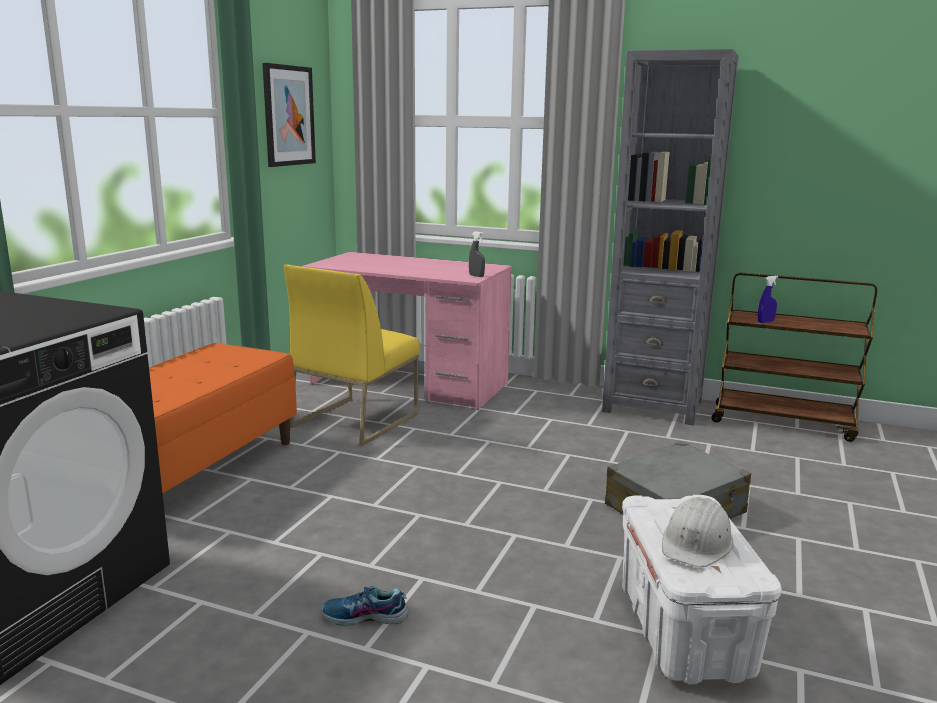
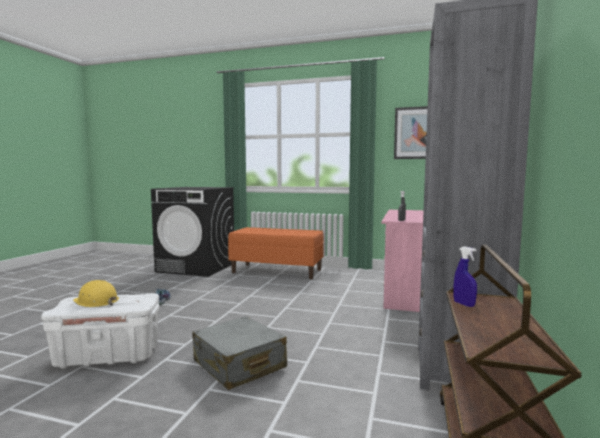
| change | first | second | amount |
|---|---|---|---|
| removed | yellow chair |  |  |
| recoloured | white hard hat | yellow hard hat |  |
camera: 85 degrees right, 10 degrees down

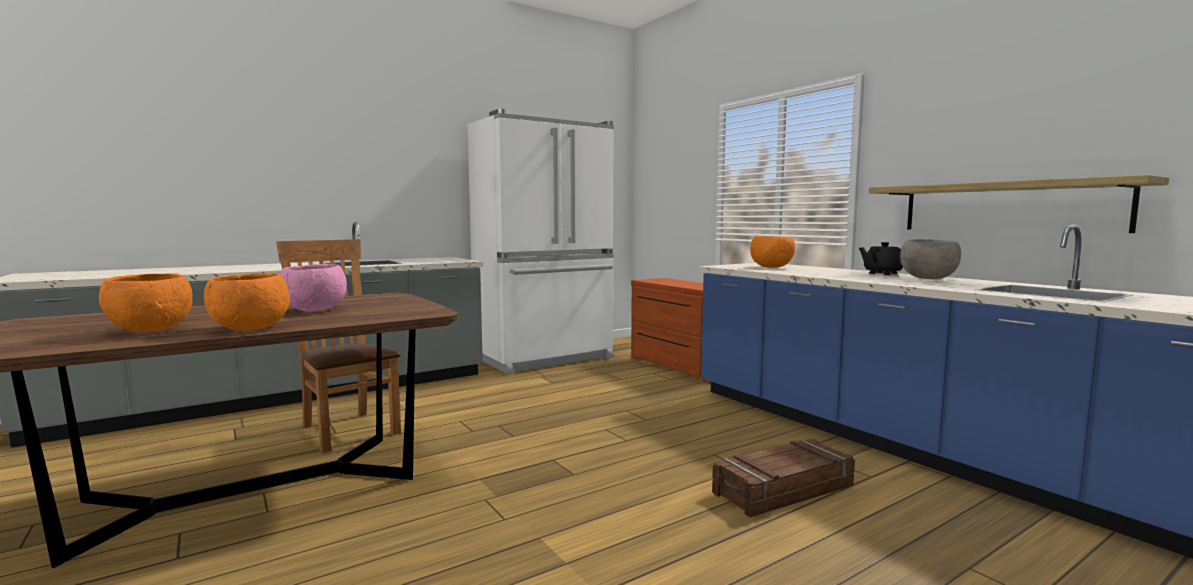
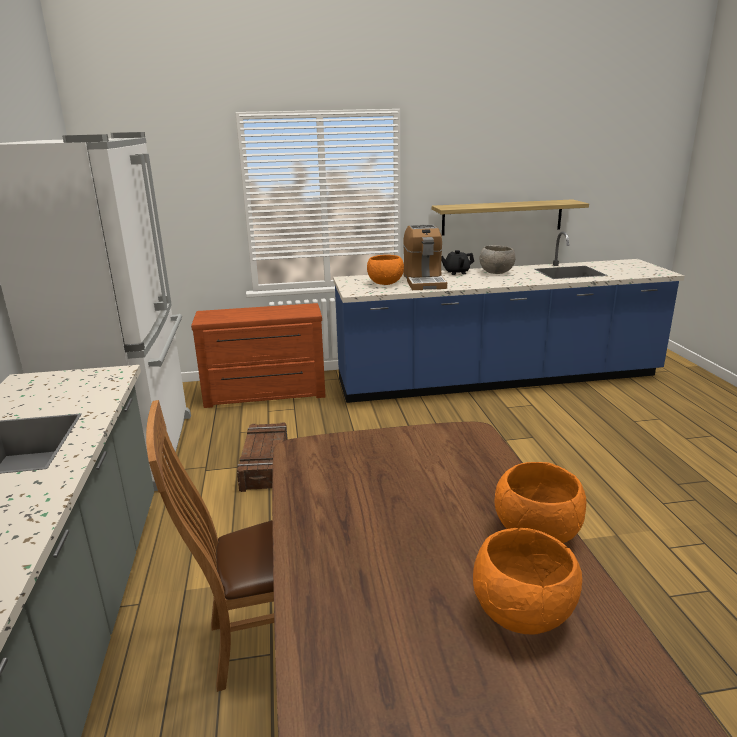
| change | first | second | amount |
|---|---|---|---|
| removed | pink bowl |  |  |
| moved | crate |  |  |
| added |  | coffee machine |  |
camera: 65 degrees left, 15 degrees up

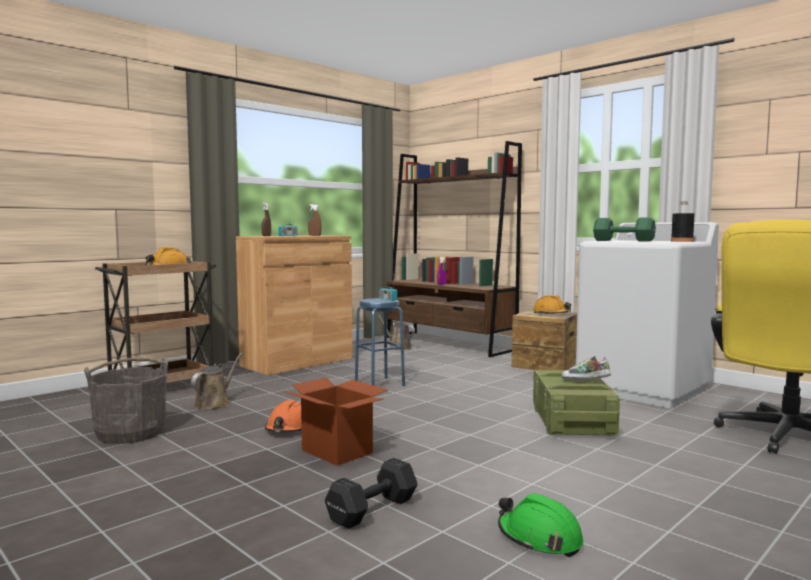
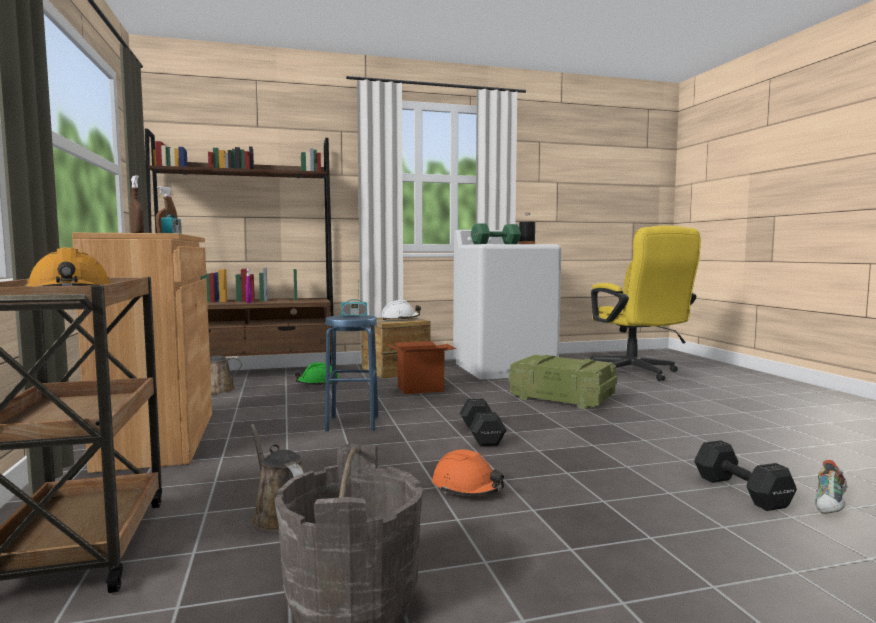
| change | first | second | amount |
|---|---|---|---|
| recoloured | orange hard hat (3rd from left) | white hard hat |  |
| moved | shoe |  |  |
| moved | cardboard box |  |  |
| moved | green hard hat |  |  |
| added |  | black dumbbell (1st from left) |  |
camera: 60 degrees left, 0 degrees up

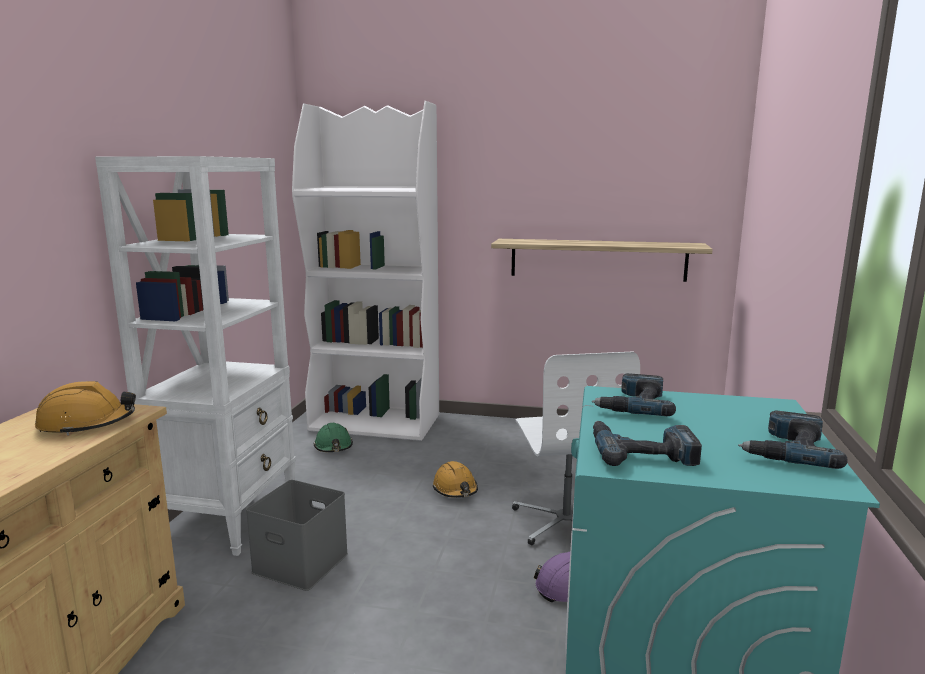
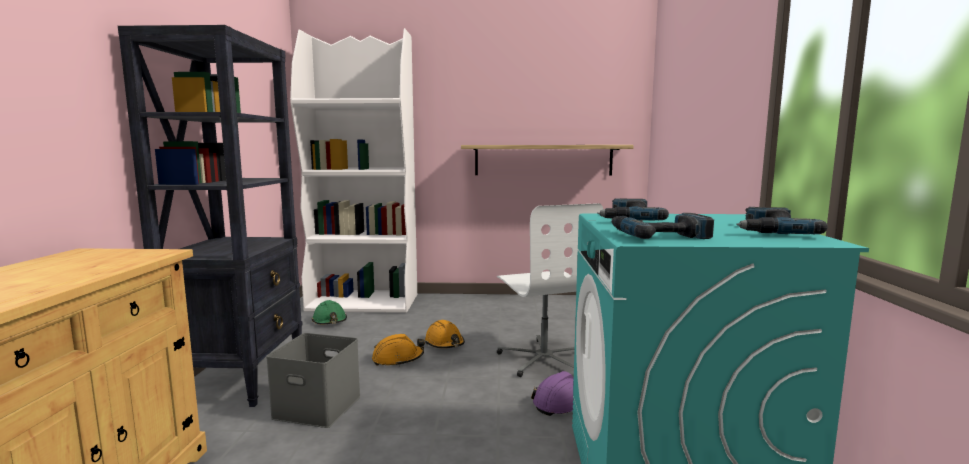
| change | first | second | amount |
|---|---|---|---|
| recoloured | white bookcase (1st from left) | black bookcase |  |
| moved | orange hard hat (1st from left) |  |  |
camera: 10 degrees left, 5 degrees down

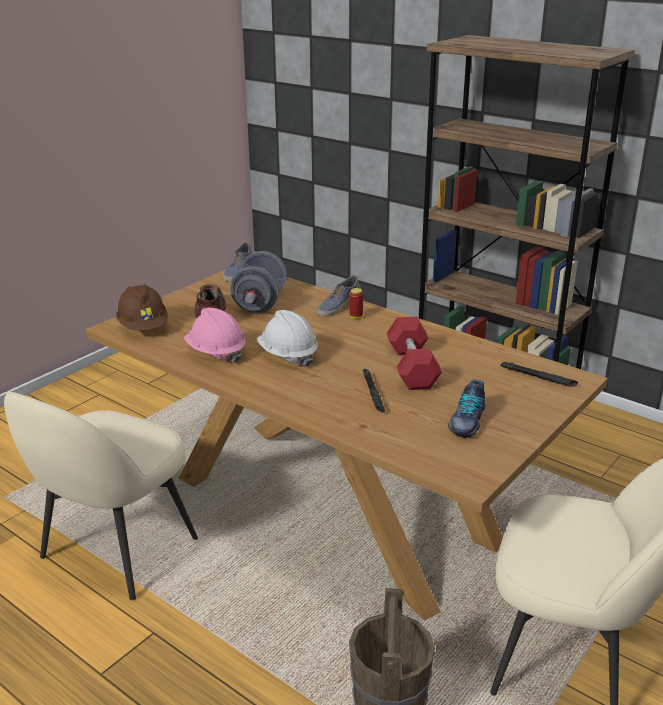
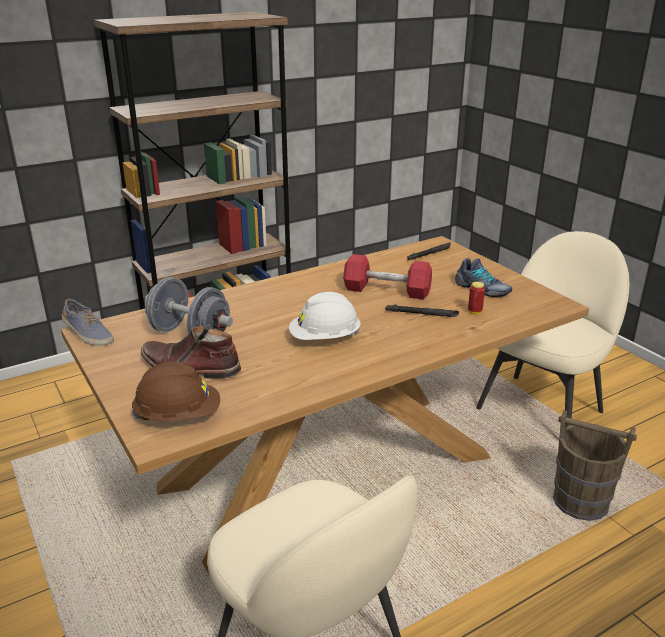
| change | first | second | amount |
|---|---|---|---|
| removed | shoe (2nd from left) |  |  |
| moved | can |  |  |
| removed | pink hard hat |  |  |
camera: 70 degrees left, 0 degrees up

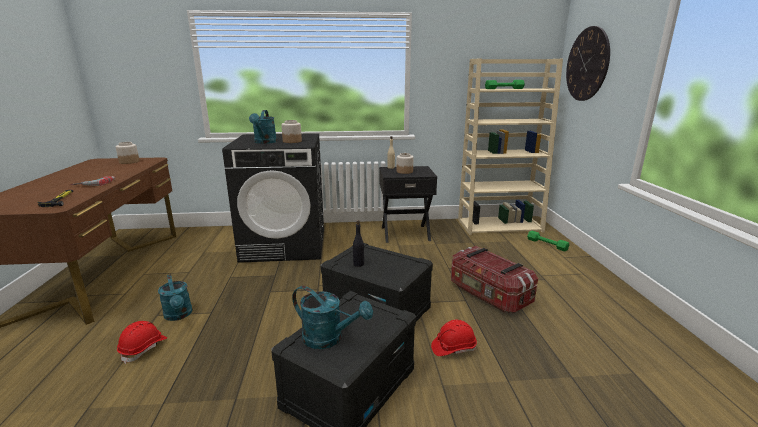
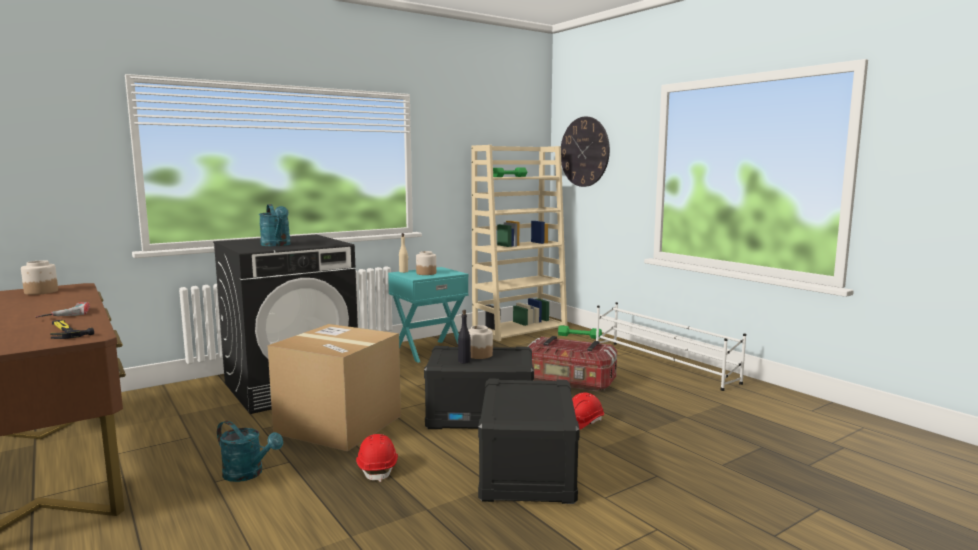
| change | first | second | amount |
|---|---|---|---|
| moved | jar (2nd from left in the first image) | jar (3rd from left) |  |
| recoloured | black nightstand | turquoise nightstand |  |
| removed | turquoise watering can (3rd from left) |  |  |
| moved | red hard hat (1st from left) |  |  |
| added |  | white shoe rack |  |
| added |  | cardboard box |  |
camera: 30 degrees left, 10 degrees down

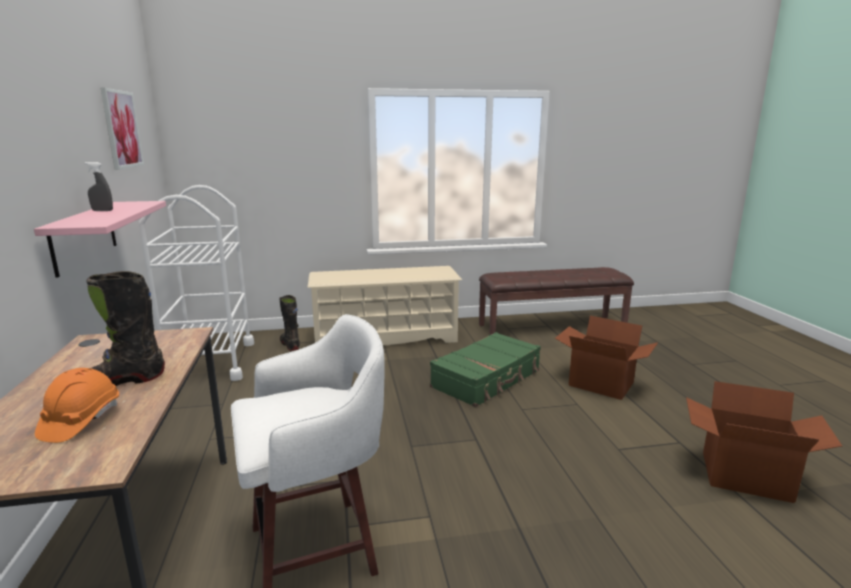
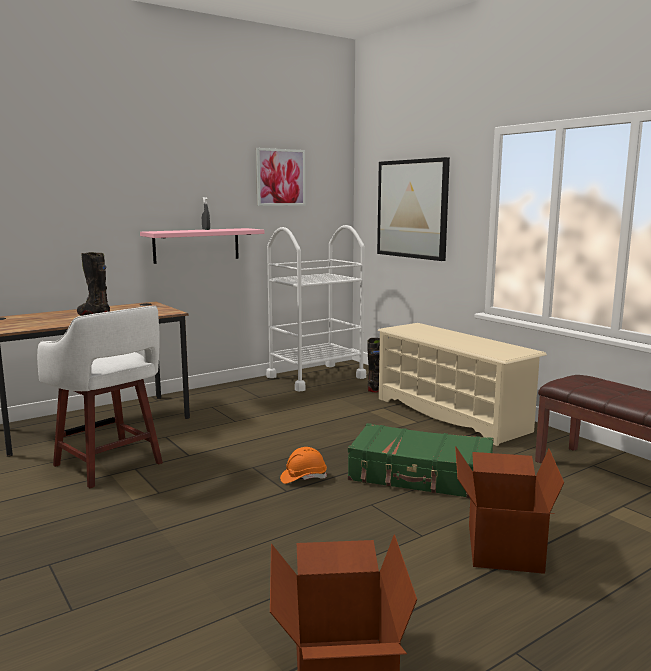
| change | first | second | amount |
|---|---|---|---|
| moved | orange hard hat |  |  |
| added |  | picture (2nd from left) |  |
camera: 65 degrees right, 5 degrees down

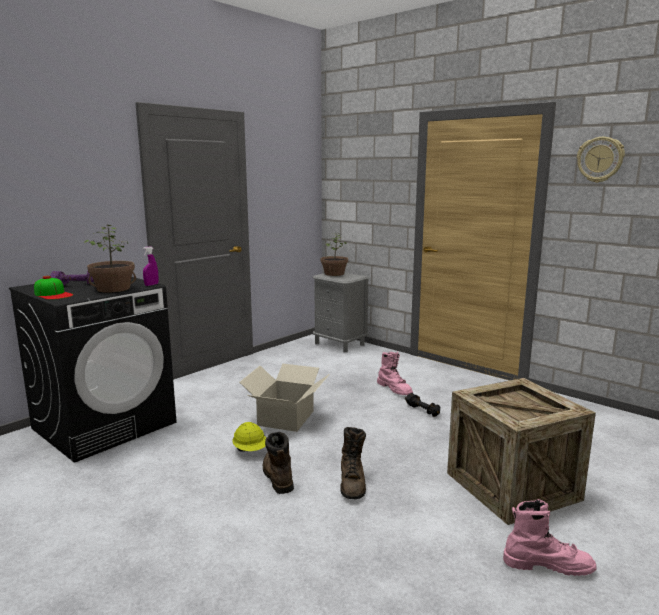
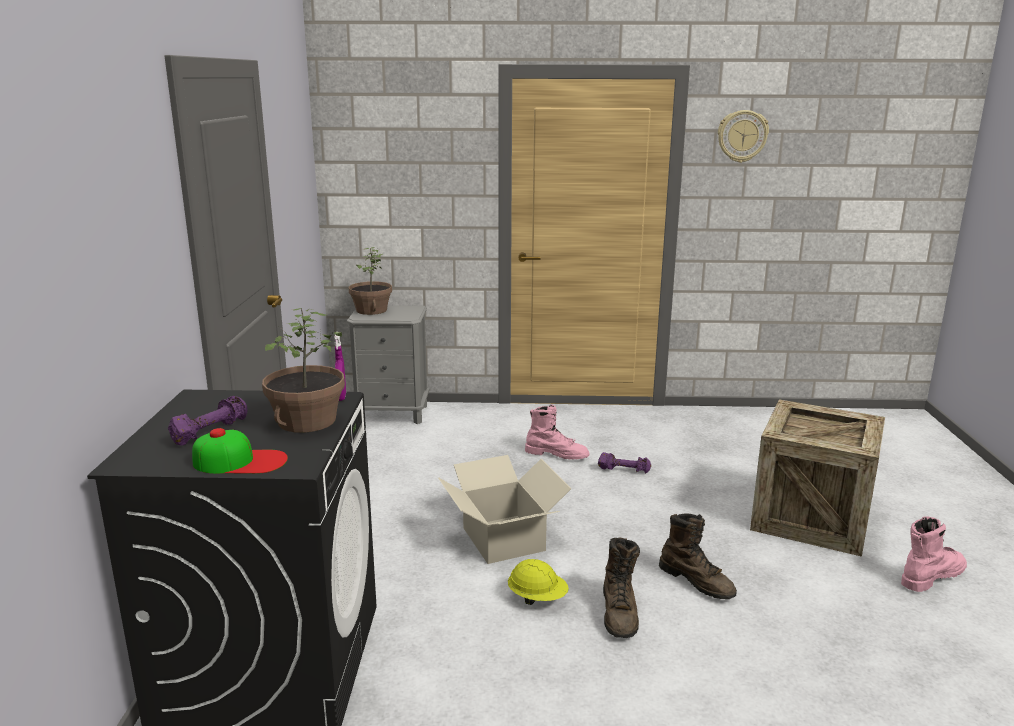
| change | first | second | amount |
|---|---|---|---|
| recoloured | black dumbbell | purple dumbbell (2nd from left) |  |
| turned | brown boot (1st from left) |  | 120 degrees counterclockwise |
camera: 40 degrees left, 5 degrees up

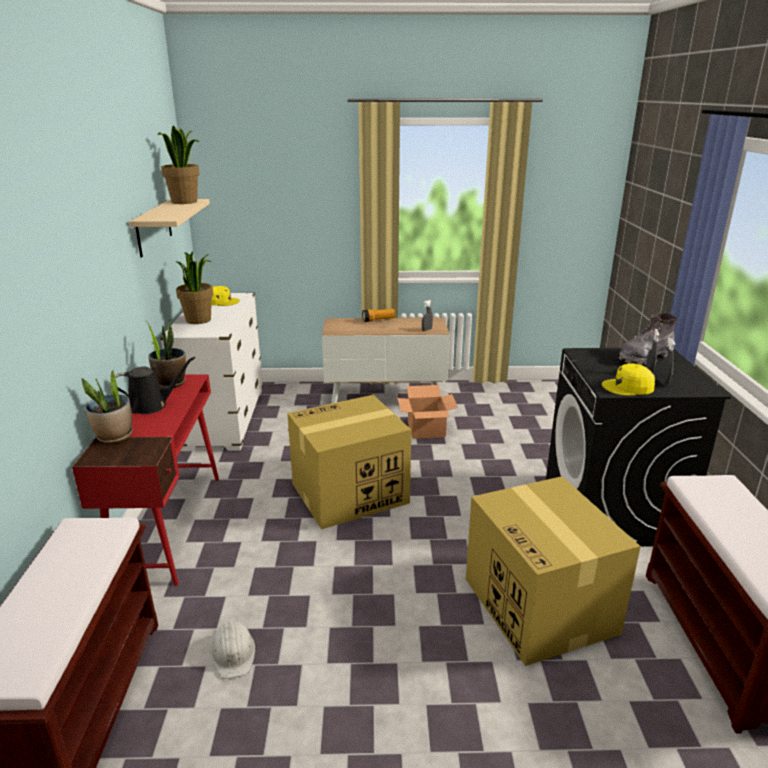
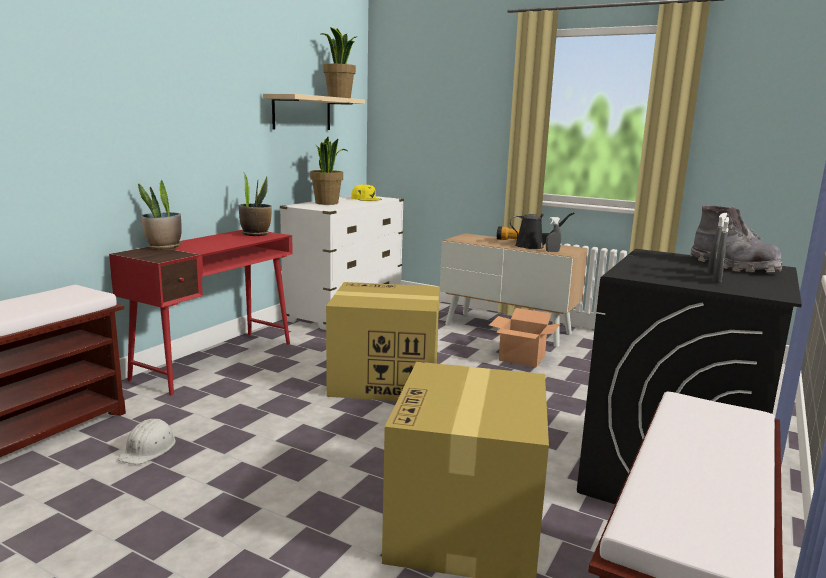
| change | first | second | amount |
|---|---|---|---|
| turned | grey boot |  | 120 degrees counterclockwise |
| moved | black watering can |  |  |
| removed | yellow cap (2nd from left) |  |  |
camera: 30 degrees right, 10 degrees down

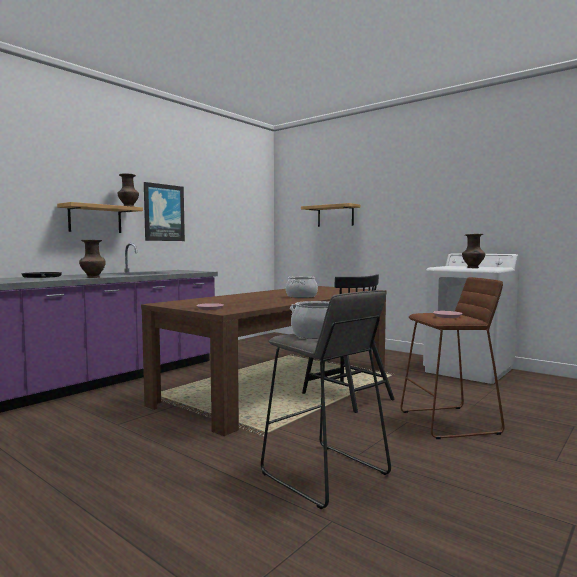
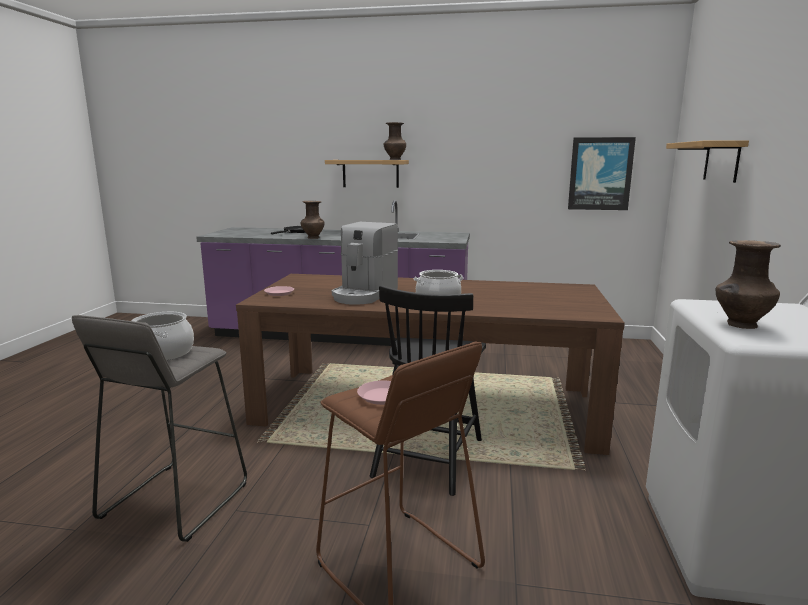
| change | first | second | amount |
|---|---|---|---|
| moved | picture |  |  |
| added |  | coffee machine |  |
camera: 60 degrees right, 10 degrees up

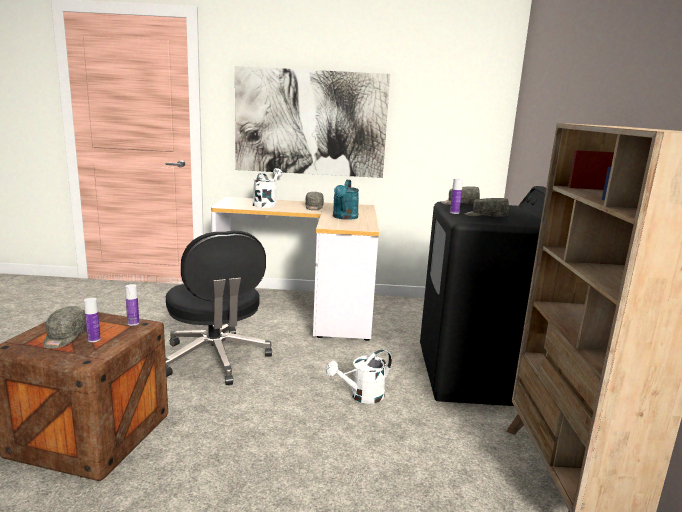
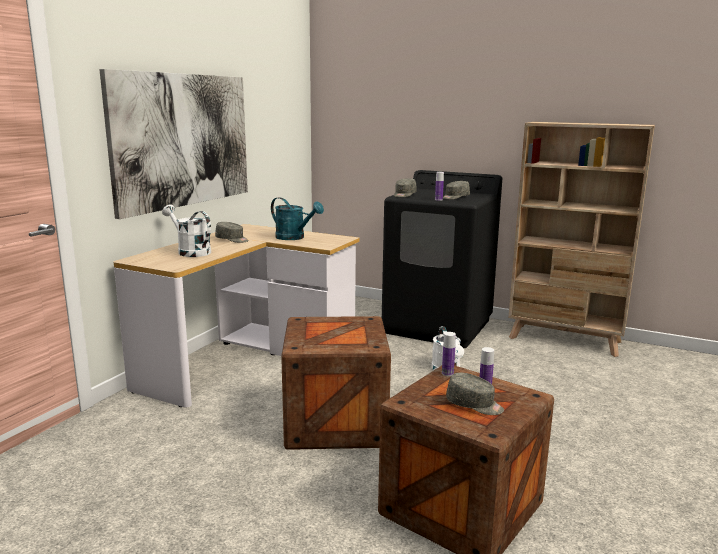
| change | first | second | amount |
|---|---|---|---|
| replaced | black office chair | crate (1st from left) |  |
camera: 65 degrees left, 0 degrees up

